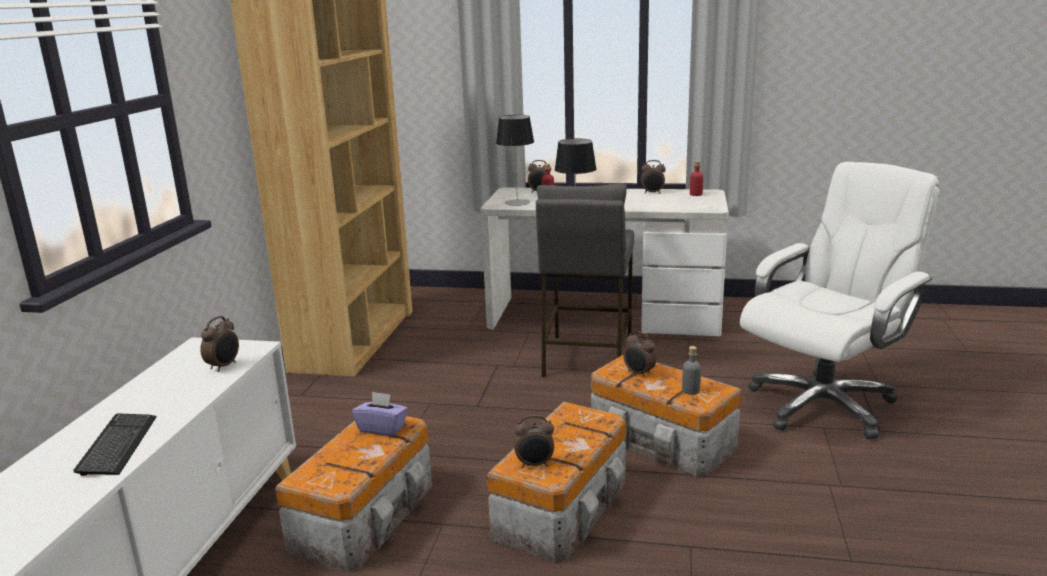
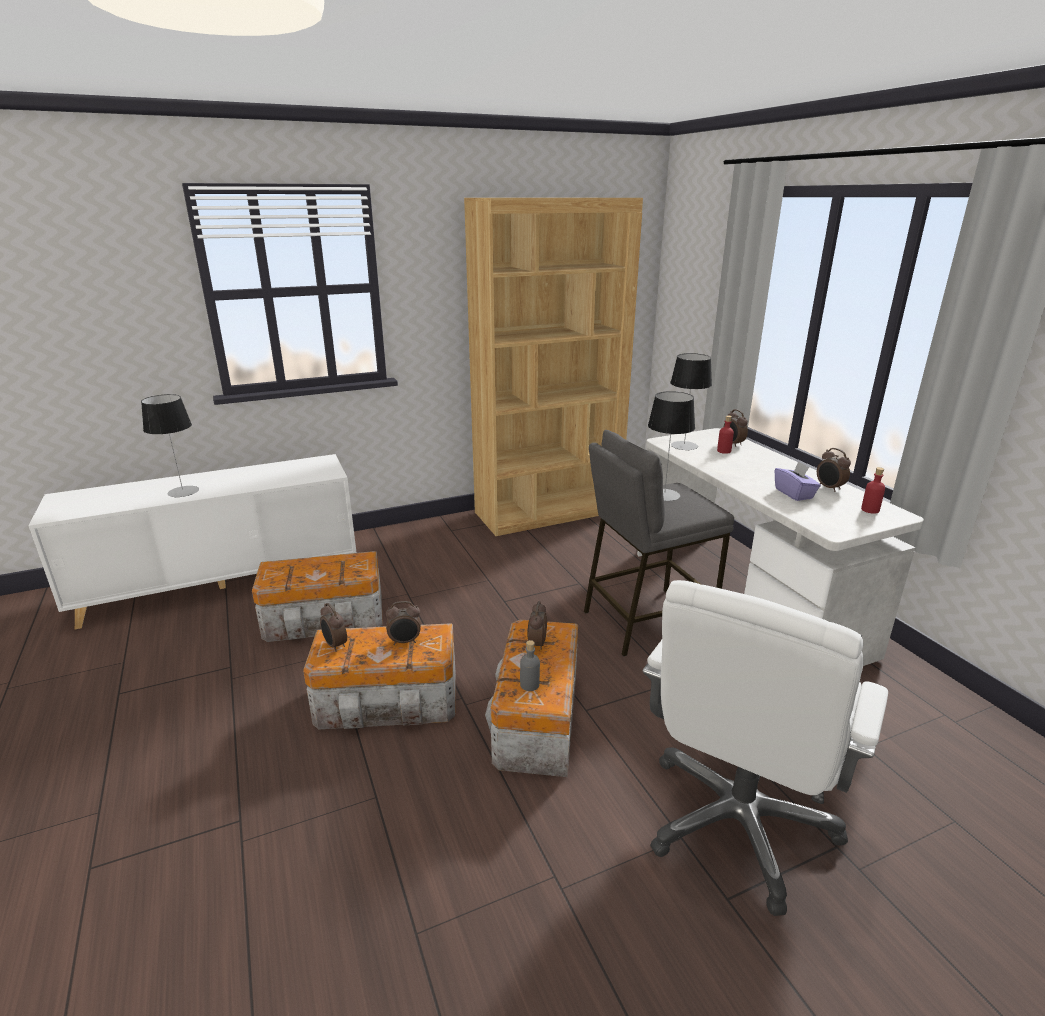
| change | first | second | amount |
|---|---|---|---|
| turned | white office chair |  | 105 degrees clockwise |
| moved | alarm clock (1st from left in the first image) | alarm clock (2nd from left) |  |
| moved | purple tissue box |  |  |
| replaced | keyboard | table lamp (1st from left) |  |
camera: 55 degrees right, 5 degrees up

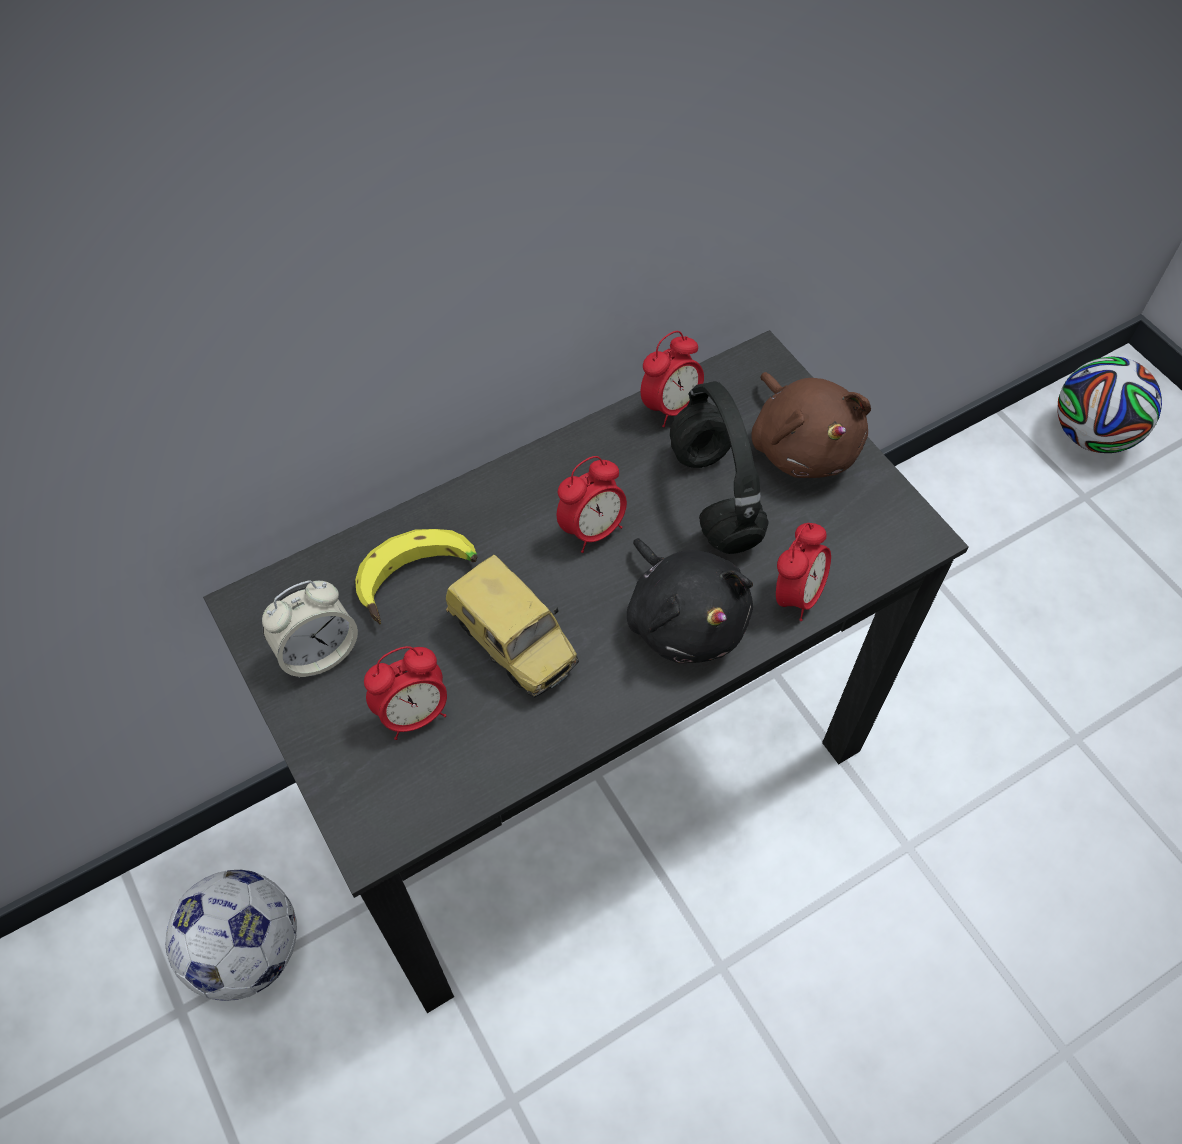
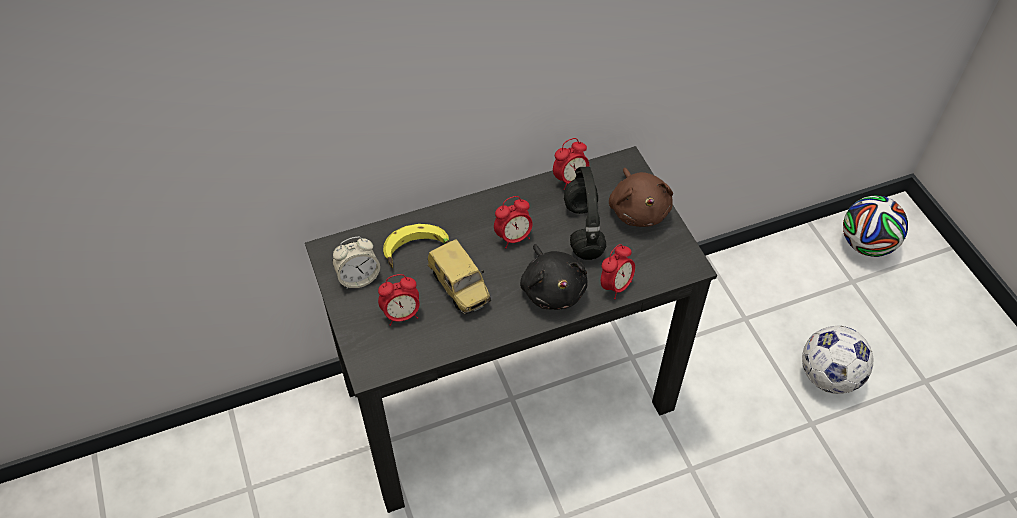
| change | first | second | amount |
|---|---|---|---|
| moved | football (1st from left) |  |  |
camera: 10 degrees right, 5 degrees down

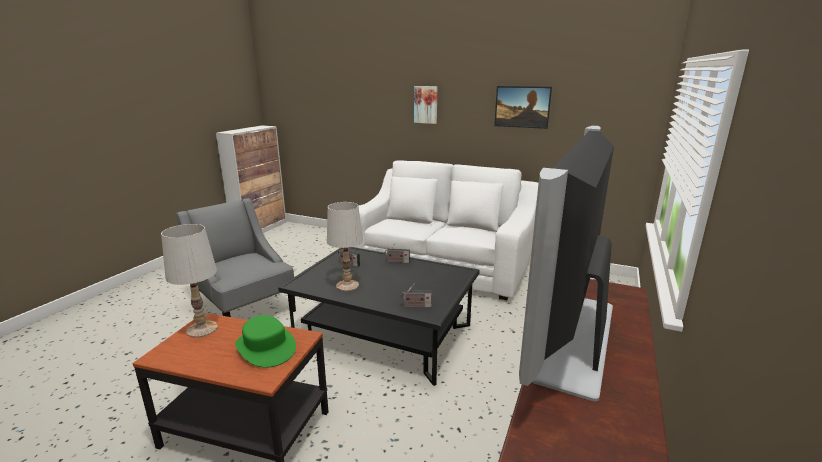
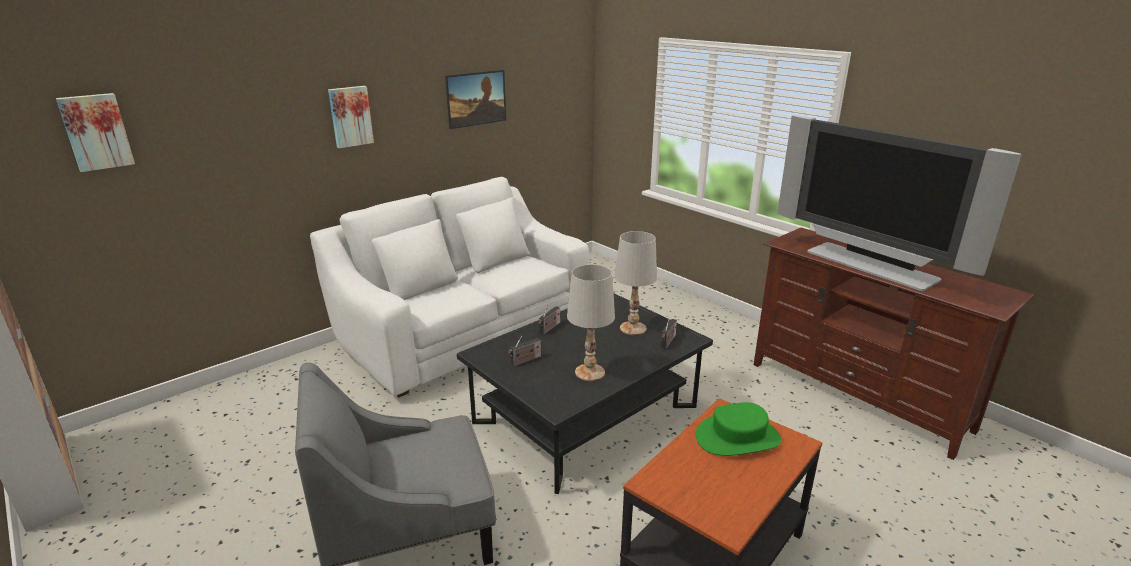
| change | first | second | amount |
|---|---|---|---|
| moved | white table lamp (1st from left in the first image) | white table lamp (2nd from left) |  |
| added |  | picture (1st from left) |  |
camera: 65 degrees left, 5 degrees up

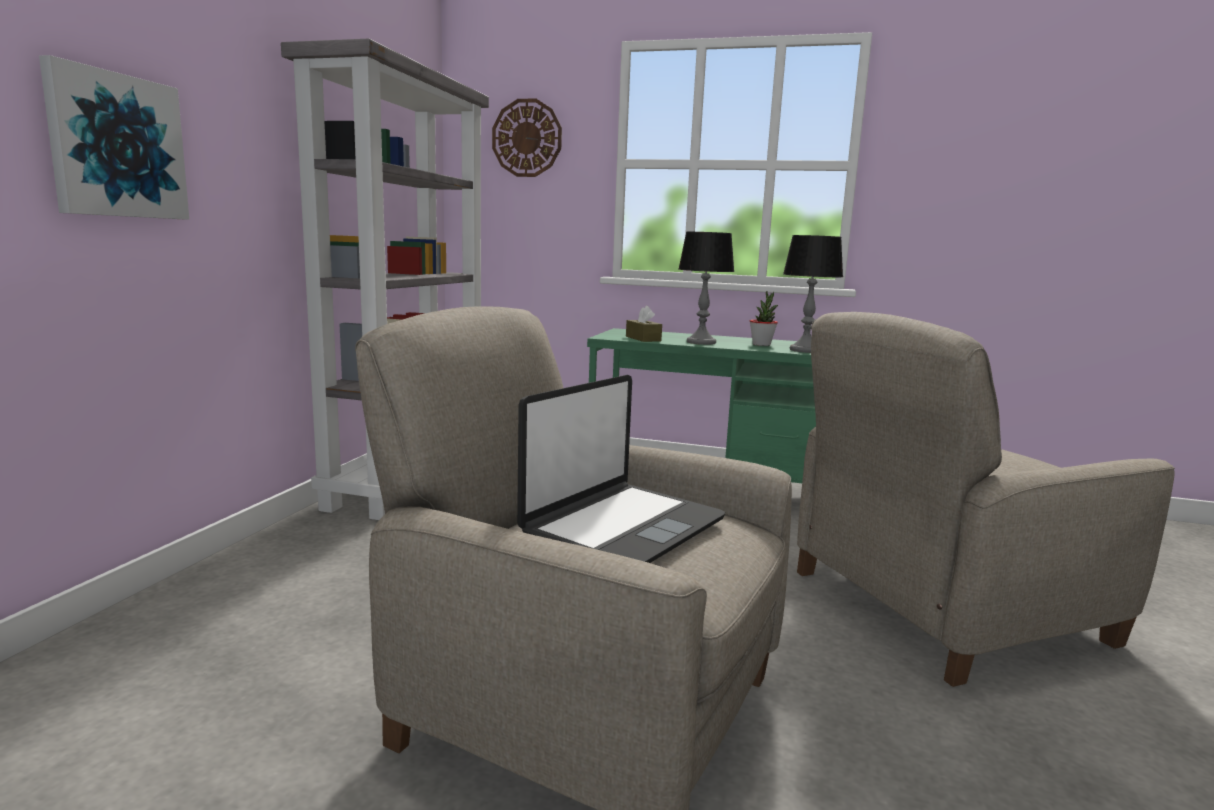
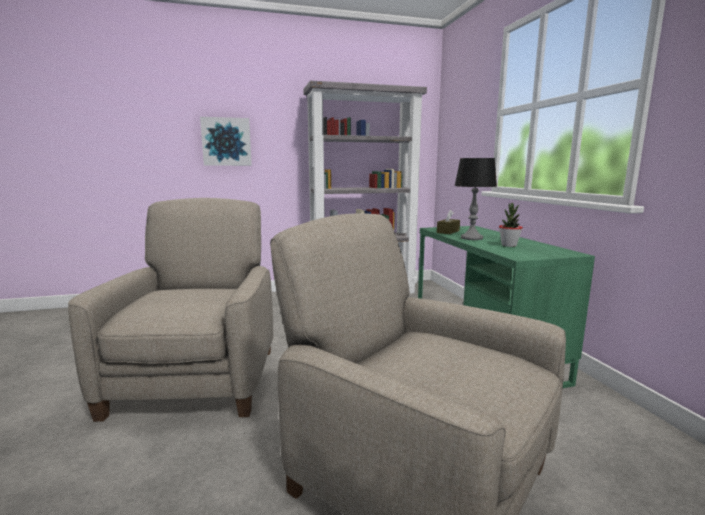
| change | first | second | amount |
|---|---|---|---|
| removed | wall clock |  |  |
| removed | table lamp (2nd from left) |  |  |
| removed | laptop |  |  |
camera: 60 degrees right, 0 degrees up

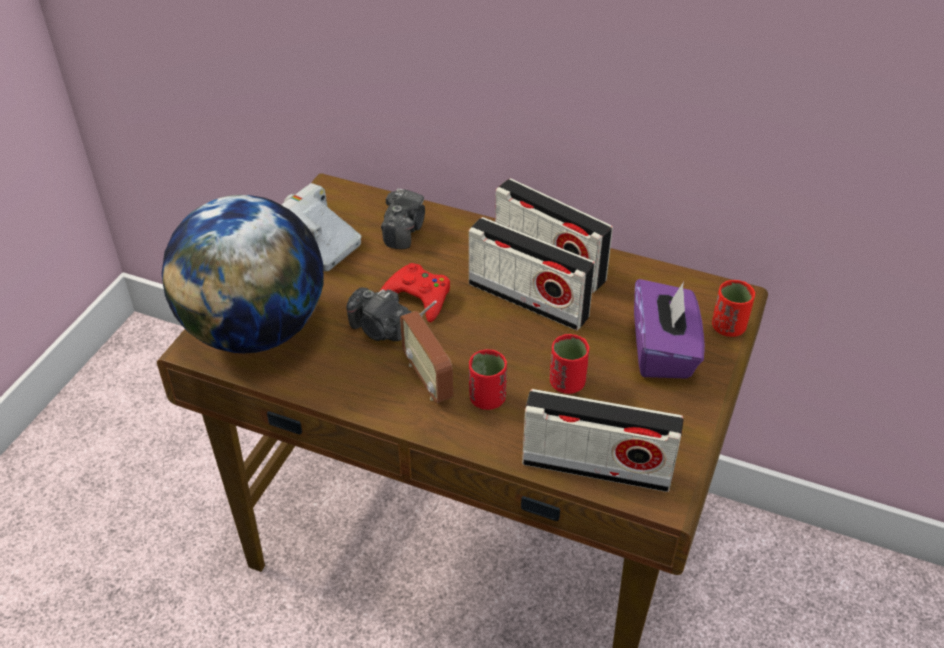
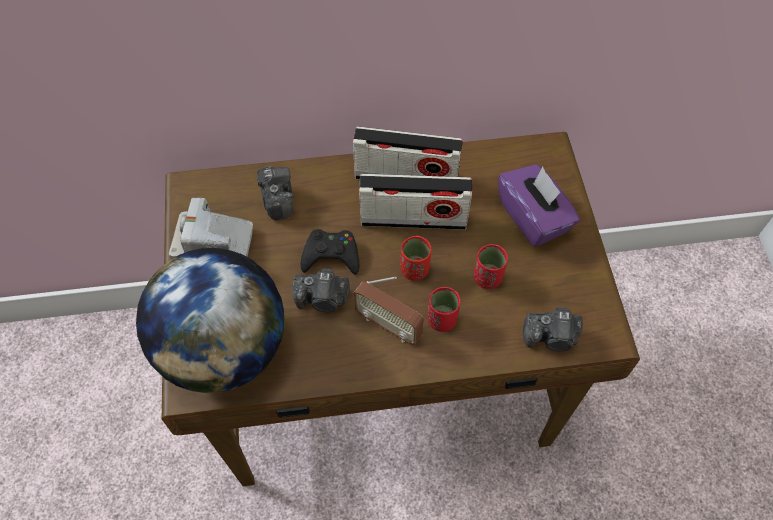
| change | first | second | amount |
|---|---|---|---|
| recoloured | red game controller | black game controller |  |
| moved | red cup (3rd from left in the first image) | red cup (1st from left) |  |
| replaced | radio (4th from left) | photo camera (4th from left) |  |
camera: 30 degrees left, 15 degrees up

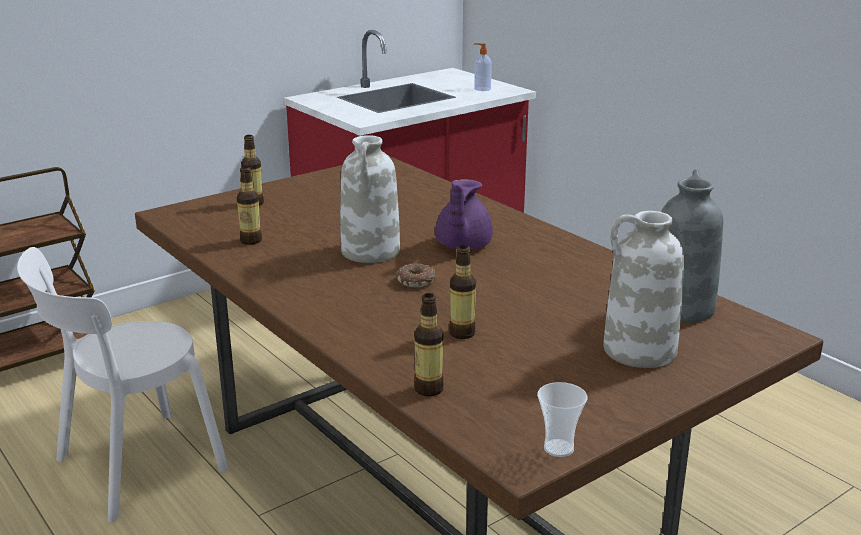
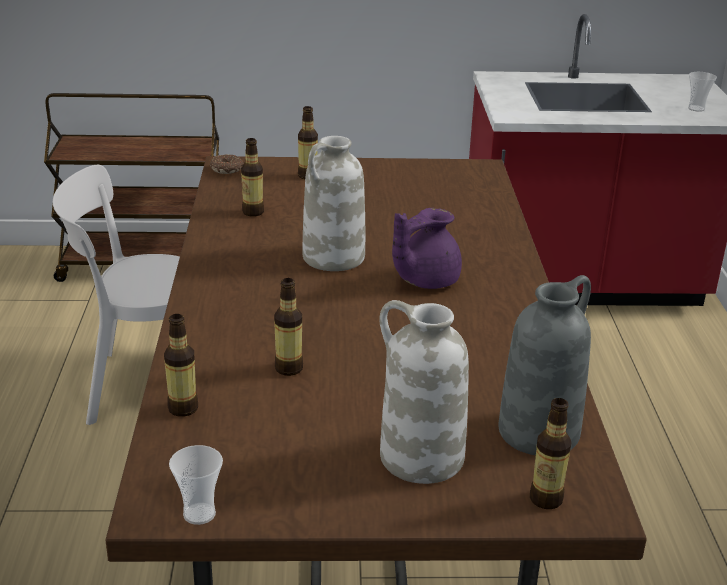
| change | first | second | amount |
|---|---|---|---|
| replaced | soap dispenser | cup (2nd from left) |  |
| moved | donut |  |  |
| added |  | bottle (5th from left) |  |
camera: 35 degrees right, 5 degrees up

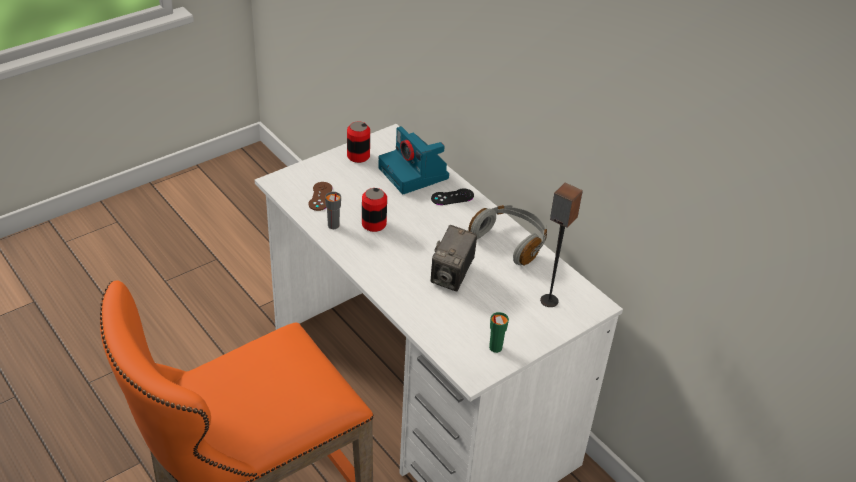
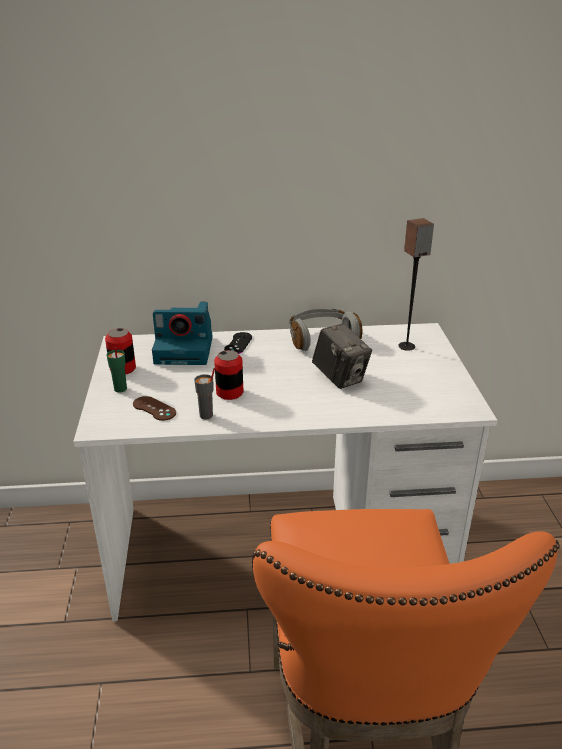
| change | first | second | amount |
|---|---|---|---|
| moved | green cup |  |  |
camera: 55 degrees left, 10 degrees down

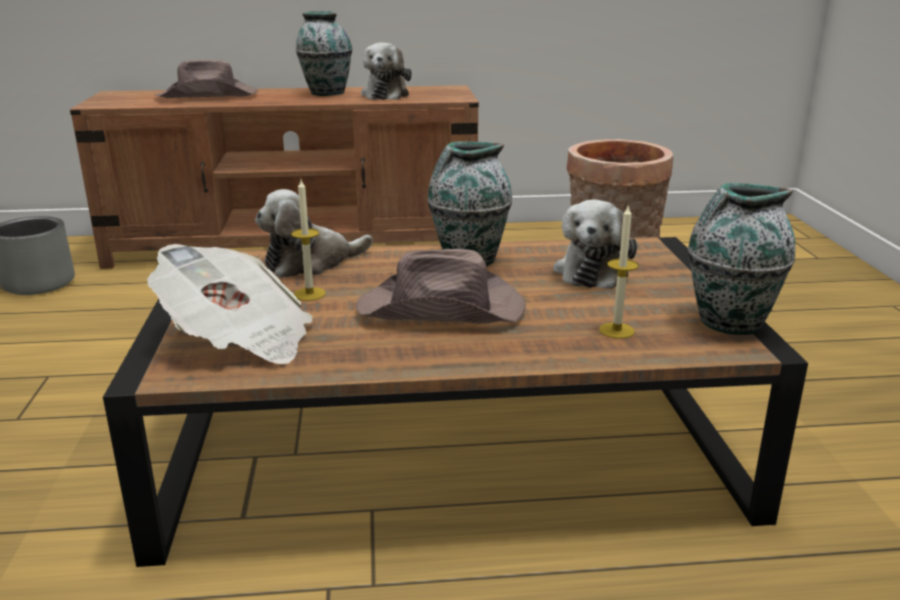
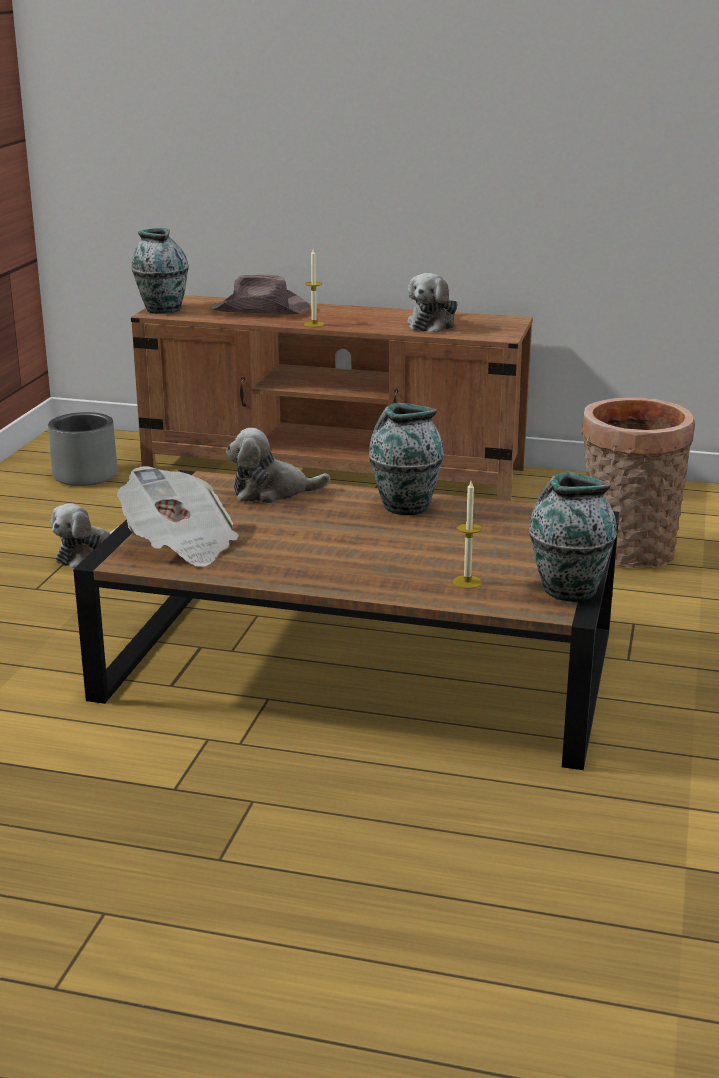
| change | first | second | amount |
|---|---|---|---|
| moved | vase (1st from left) |  |  |
| moved | candle (1st from left) |  |  |
| moved | plush toy (3rd from left in the first image) | plush toy (1st from left) |  |
| removed | brown hat (2nd from left) |  |  |
camera: 20 degrees right, 0 degrees up

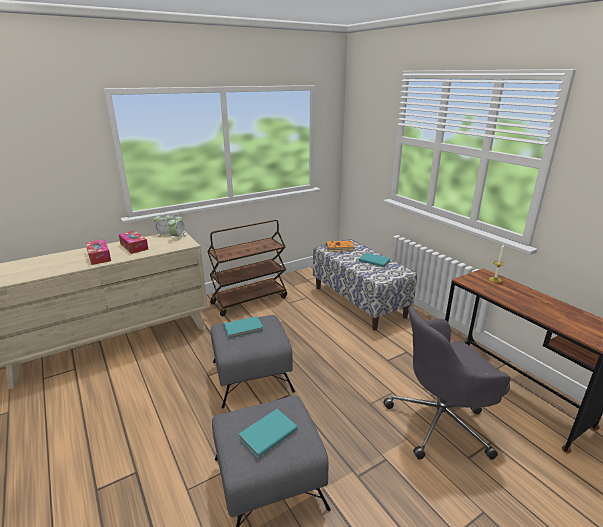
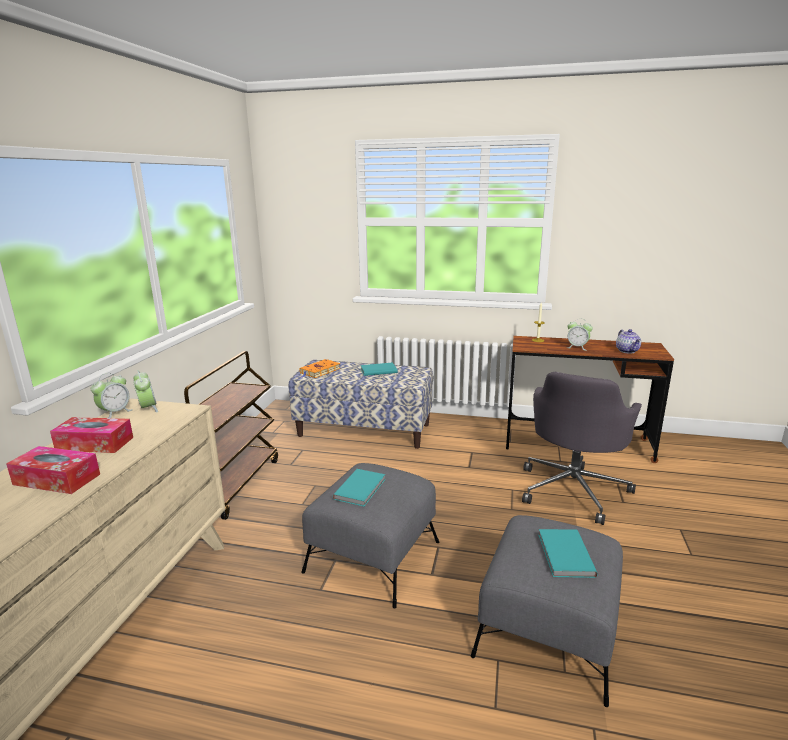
| change | first | second | amount |
|---|---|---|---|
| added |  | alarm clock (3rd from left) |  |
| added |  | teapot |  |
camera: 45 degrees left, 5 degrees down

